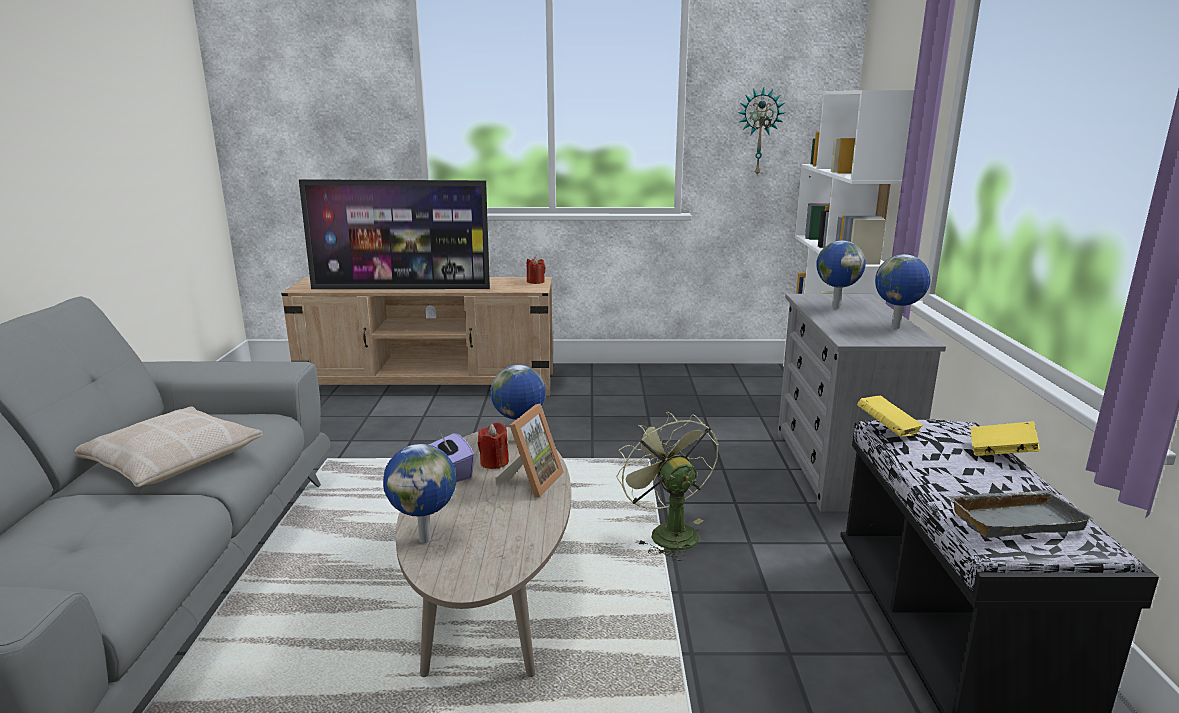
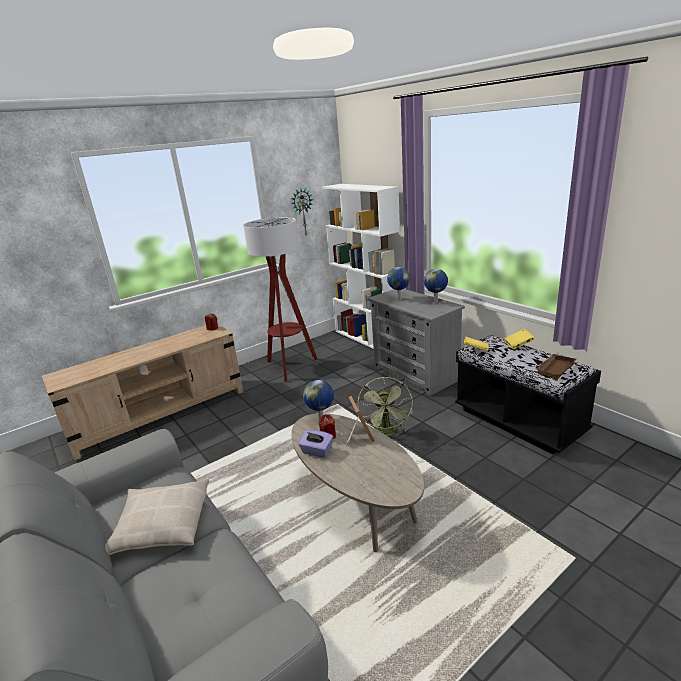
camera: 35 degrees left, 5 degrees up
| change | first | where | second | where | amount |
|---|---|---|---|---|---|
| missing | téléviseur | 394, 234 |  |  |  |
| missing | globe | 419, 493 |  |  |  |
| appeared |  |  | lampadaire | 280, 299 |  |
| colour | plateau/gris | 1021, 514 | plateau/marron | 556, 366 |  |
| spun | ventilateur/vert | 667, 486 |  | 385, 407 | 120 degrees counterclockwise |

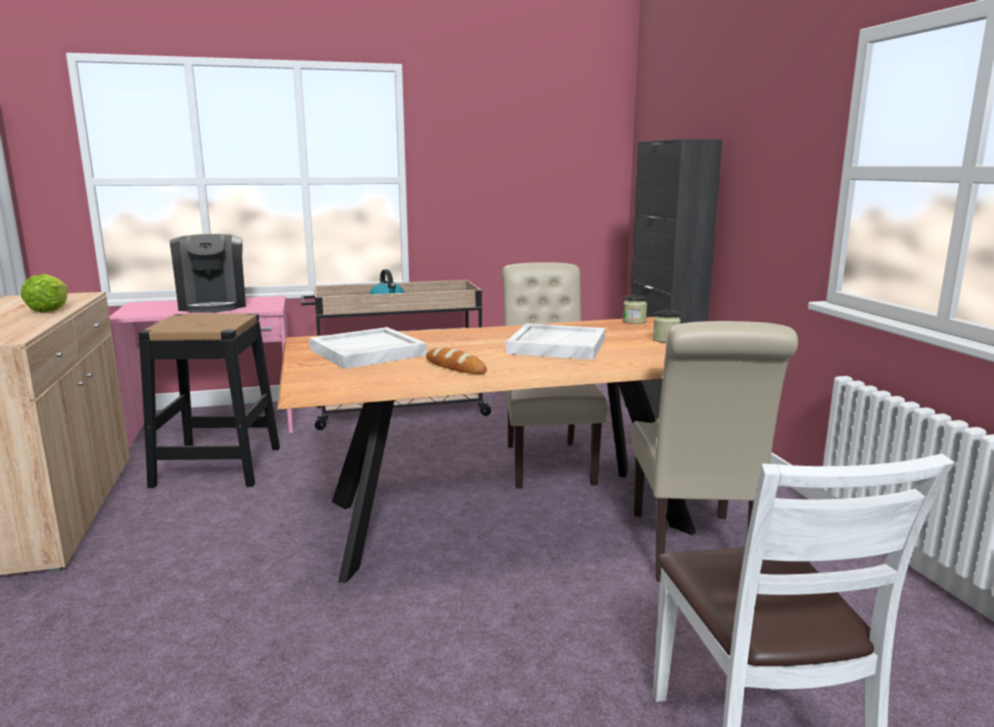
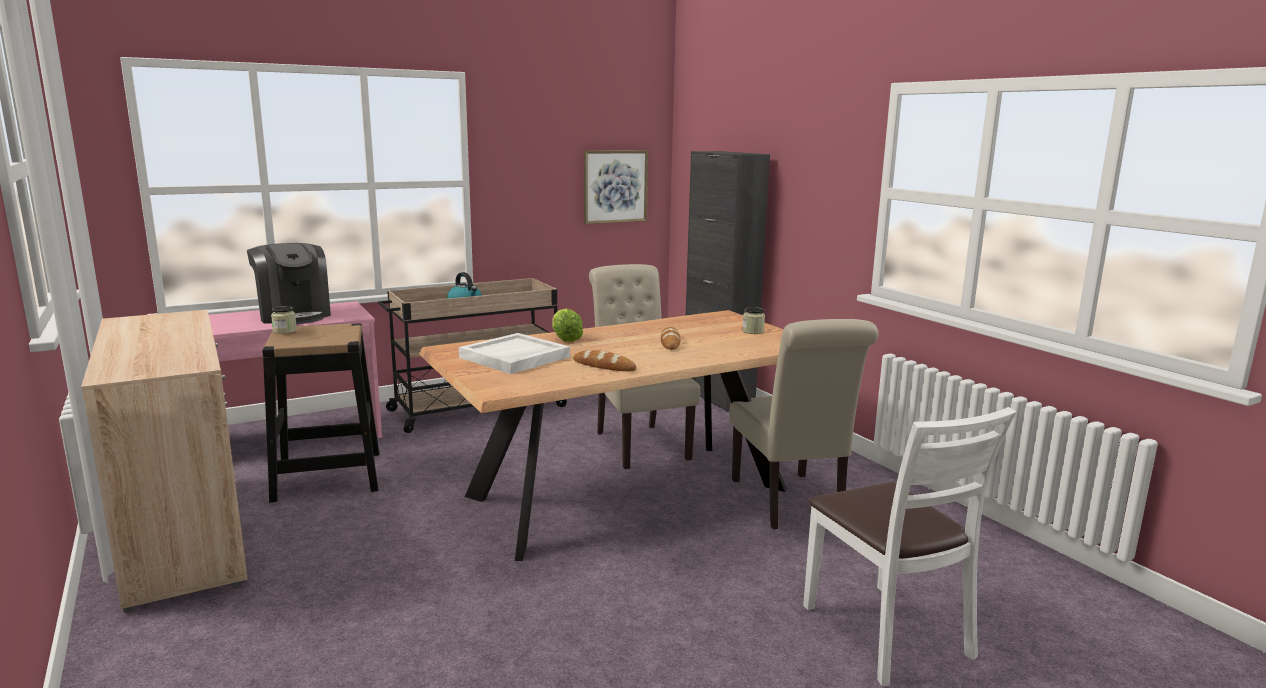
camera: 15 degrees left, 0 degrees up
| change | first | where | second | where | amount |
|---|---|---|---|---|---|
| appeared |  |  | tableau | 616, 187 |  |
| relocated | laitue | 44, 293 |  | 567, 325 |  |
| relocated | bocal | 635, 309 |  | 284, 320 |  |
| exchanged | plateau/blanc | 555, 342 | pain | 670, 338 |  |

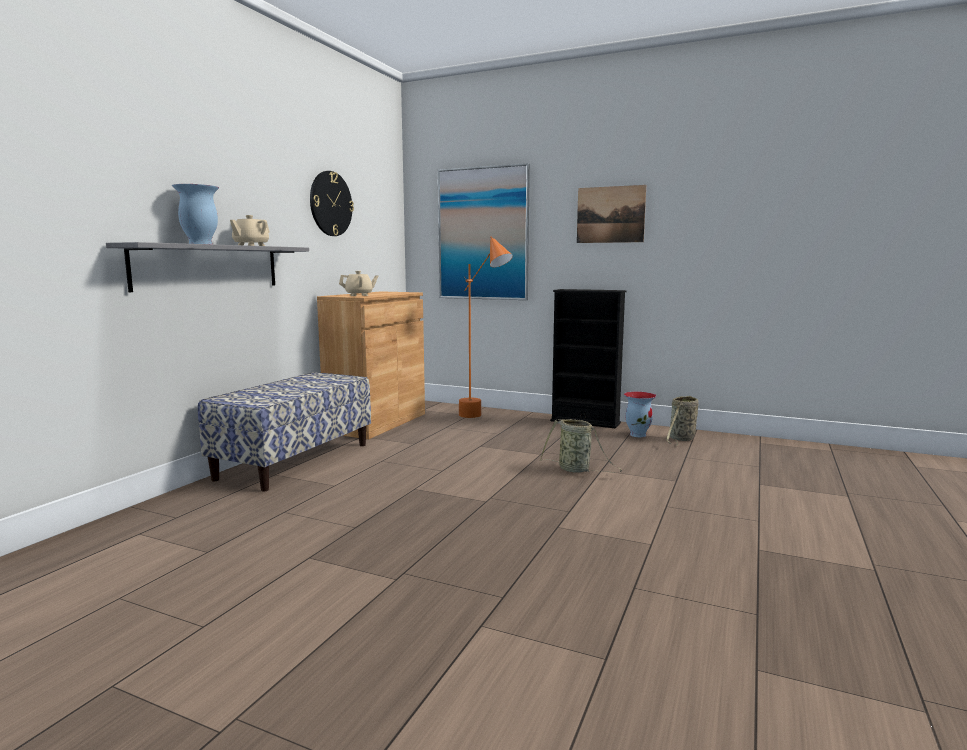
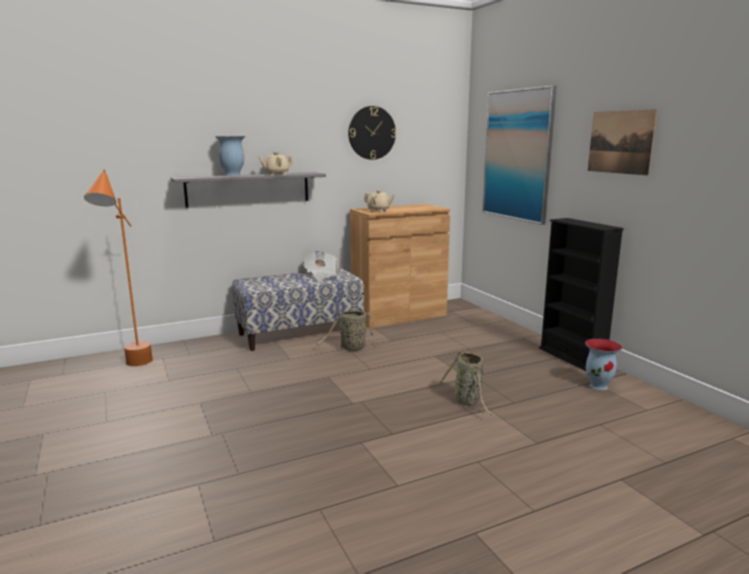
camera: 40 degrees right, 5 degrees up
| change | first | where | second | where | amount |
|---|---|---|---|---|---|
| appeared |  |  | journal | 320, 265 |  |
| relocated | lampadaire/orange | 486, 327 |  | 118, 268 |  |
| relocated | panier | 682, 421 |  | 347, 331 |  |

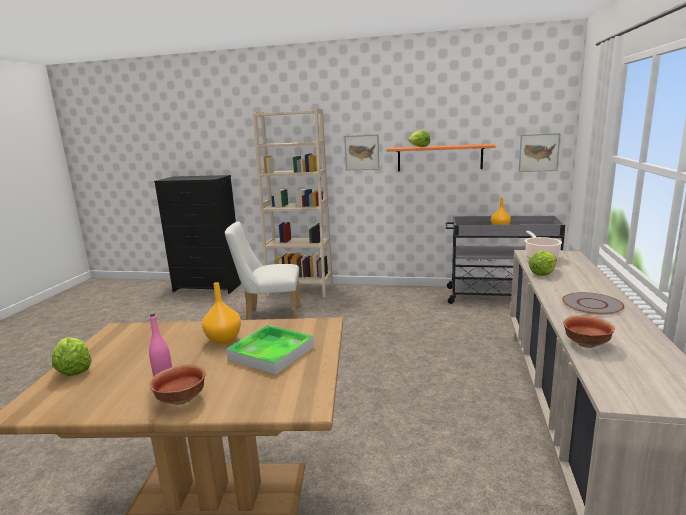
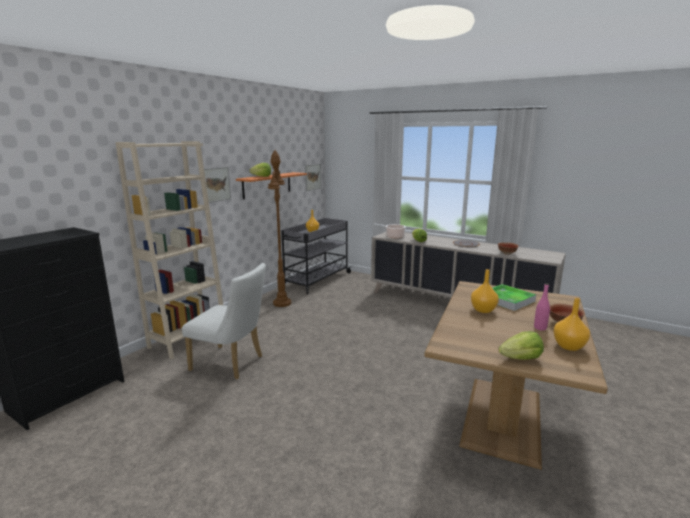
camera: 70 degrees left, 0 degrees up
| change | first | where | second | where | amount |
|---|---|---|---|---|---|
| appeared |  |  | lampadaire/marron | 279, 228 |  |
| appeared |  |  | vase/orange | 572, 324 |  |
| spun | chaise/blanc | 263, 270 |  | 224, 321 | 90 degrees counterclockwise |

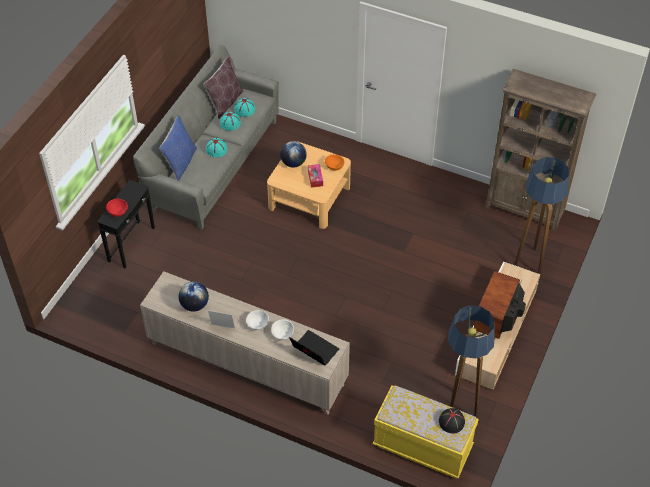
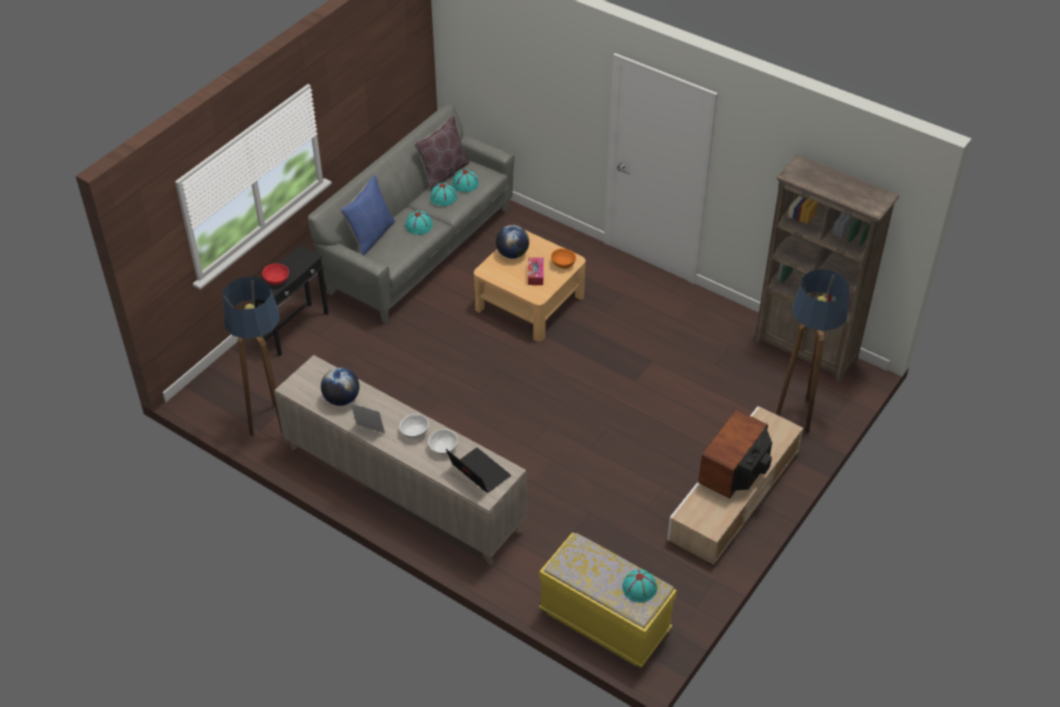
camera: 10 degrees right, 5 degrees down
| change | first | where | second | where | amount |
|---|---|---|---|---|---|
| relocated | lampadaire | 471, 361 |  | 253, 357 |  |
| colour | chapeau/noir | 452, 420 | chapeau/turquoise | 639, 586 |  |

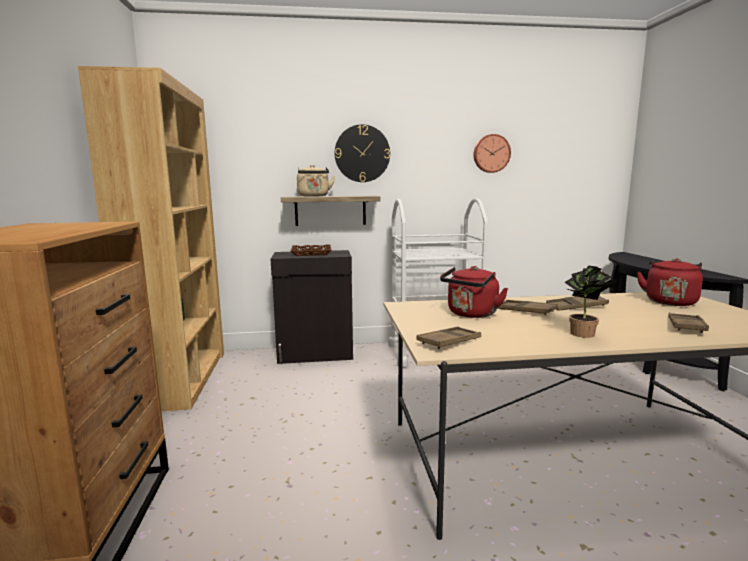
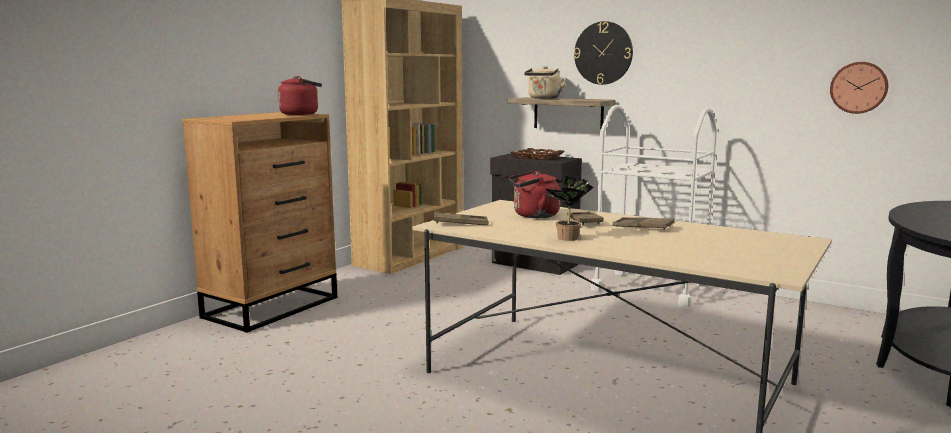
camera: 40 degrees right, 0 degrees up
| change | first | where | second | where | amount |
|---|---|---|---|---|---|
| missing | plateau/marron | 688, 323 |  |  |  |
| relocated | horloge murale | 492, 153 |  | 859, 88 |  |
| relocated | bouilloire/rouge | 670, 282 |  | 300, 95 |  |

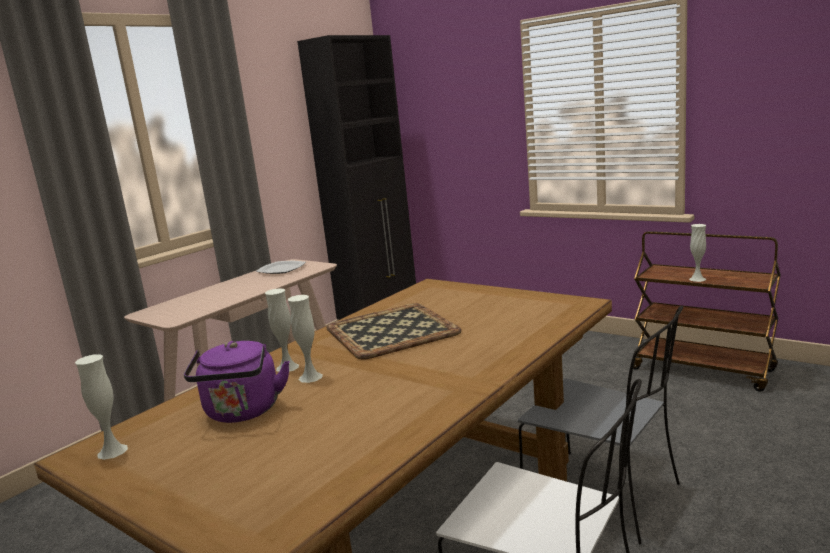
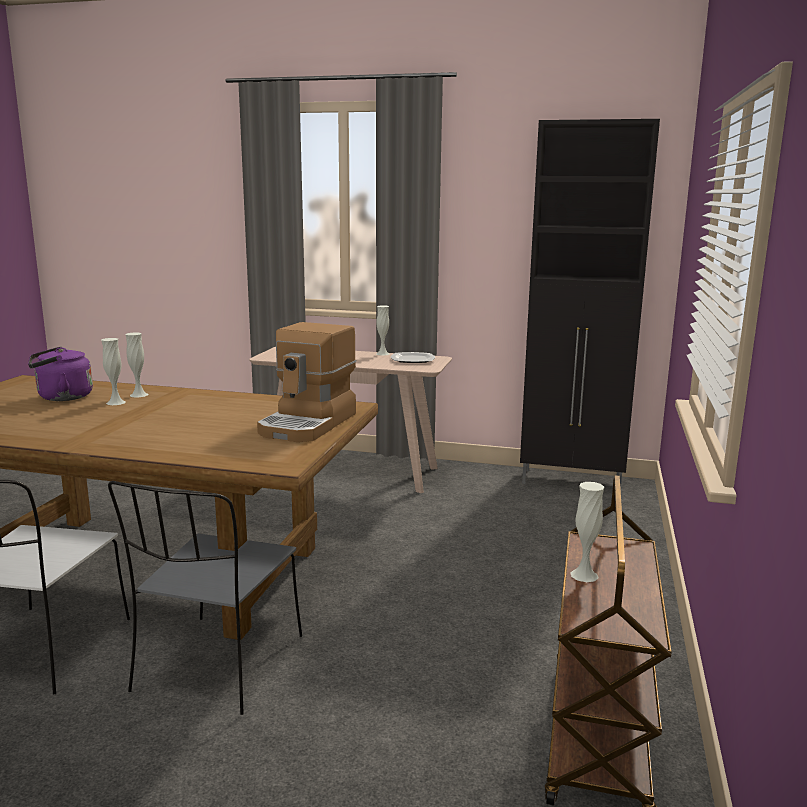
camera: 65 degrees right, 0 degrees up
| change | first | where | second | where | amount |
|---|---|---|---|---|---|
| missing | plateau | 393, 331 |  |  |  |
| appeared |  |  | machine à café | 306, 382 |  |
| relocated | vase/blanc | 101, 407 |  | 382, 330 |  |

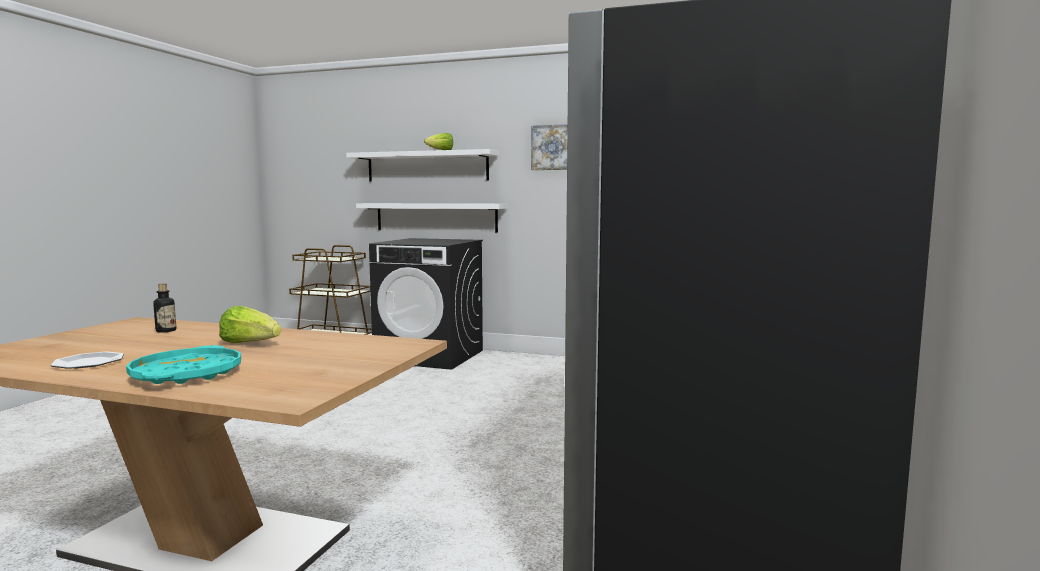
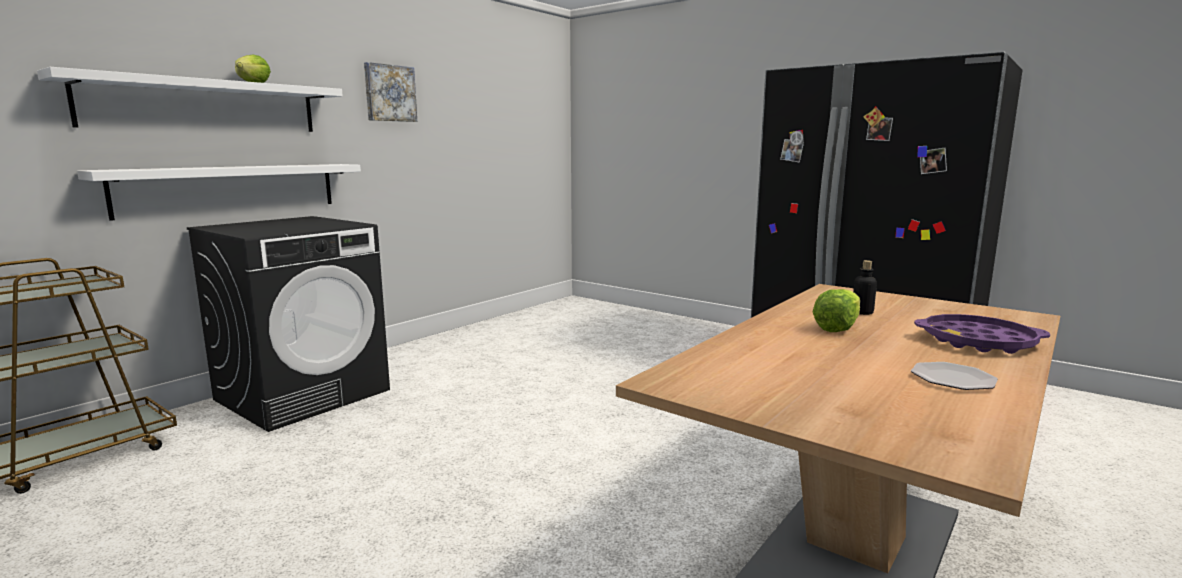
camera: 70 degrees left, 5 degrees up
| change | first | where | second | where | amount |
|---|---|---|---|---|---|
| relocated | bouteille | 164, 307 |  | 865, 287 |  |
| colour | plateau/turquoise | 183, 364 | plateau/violet | 982, 334 |  |

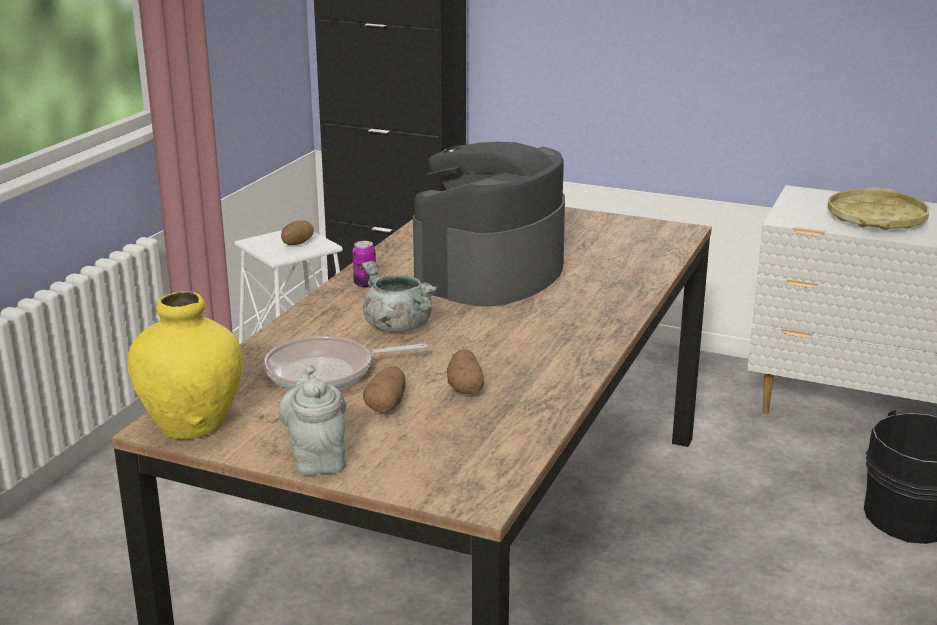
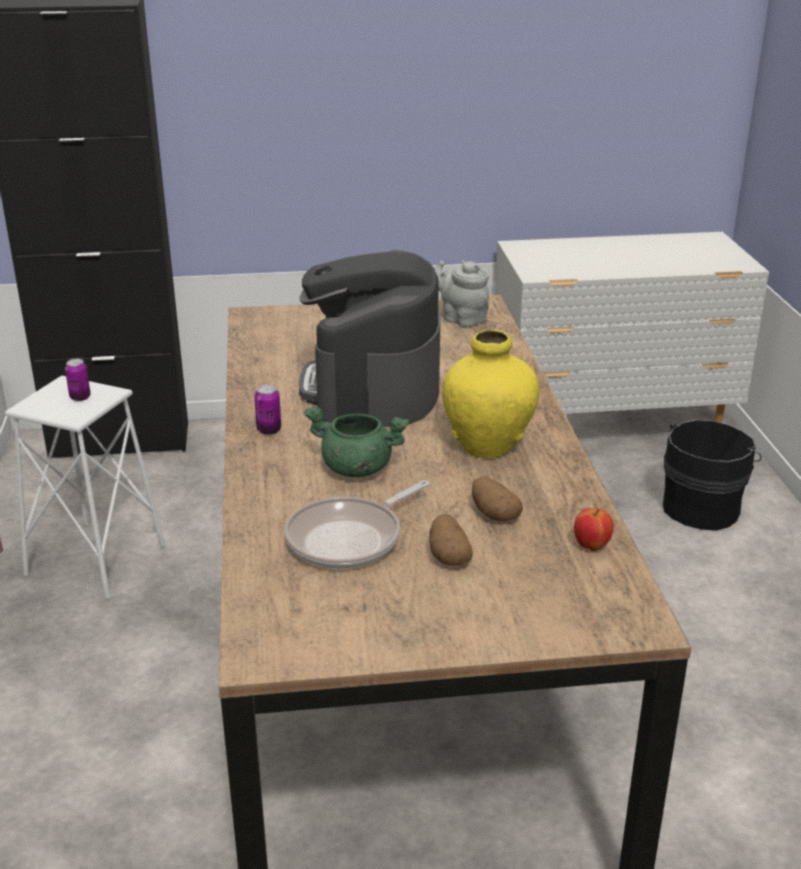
camera: 30 degrees left, 5 degrees up
| change | first | where | second | where | amount |
|---|---|---|---|---|---|
| missing | plateau/jaune | 878, 208 |  |  |  |
| appeared |  |  | pomme | 594, 529 |  |
| relocated | vase/jaune | 185, 365 |  | 490, 394 |  |
| relocated | théière/gris | 312, 420 |  | 462, 293 |  |
| exchanged | pomme de terre | 297, 232 | boîte métallique | 78, 380 |  |
| colour | marmite/gris | 399, 297 | marmite/vert | 356, 442 |  |

